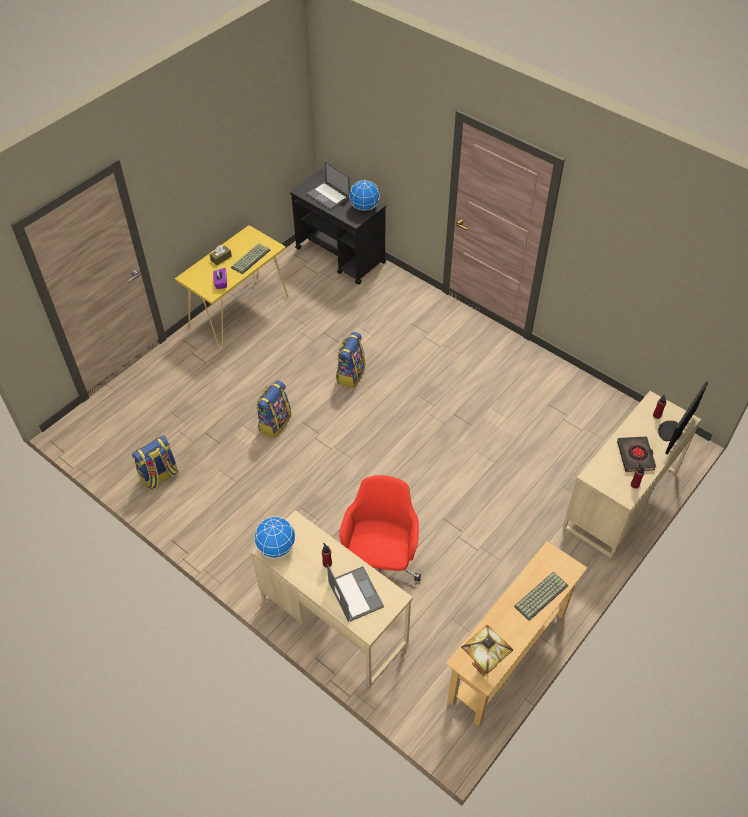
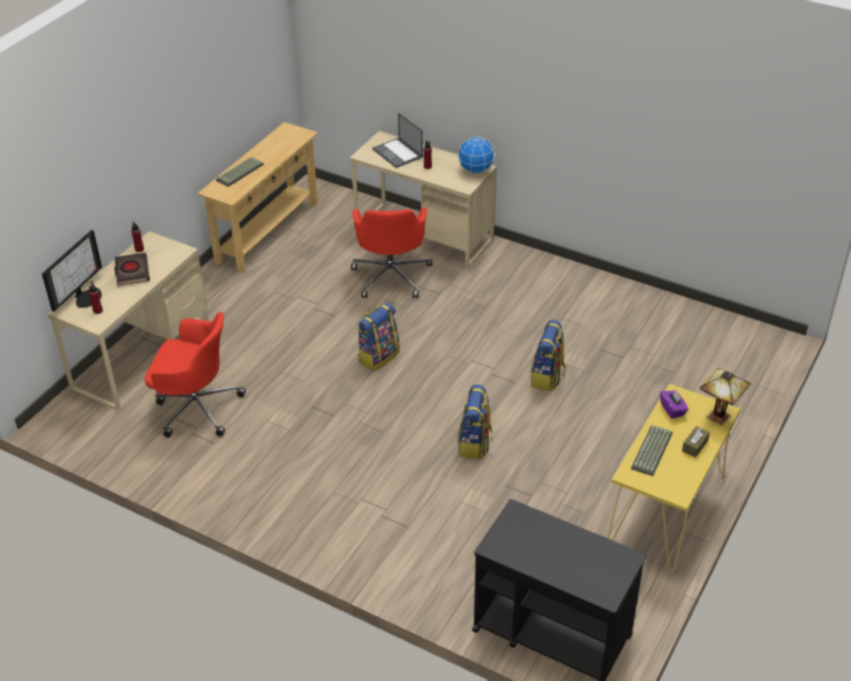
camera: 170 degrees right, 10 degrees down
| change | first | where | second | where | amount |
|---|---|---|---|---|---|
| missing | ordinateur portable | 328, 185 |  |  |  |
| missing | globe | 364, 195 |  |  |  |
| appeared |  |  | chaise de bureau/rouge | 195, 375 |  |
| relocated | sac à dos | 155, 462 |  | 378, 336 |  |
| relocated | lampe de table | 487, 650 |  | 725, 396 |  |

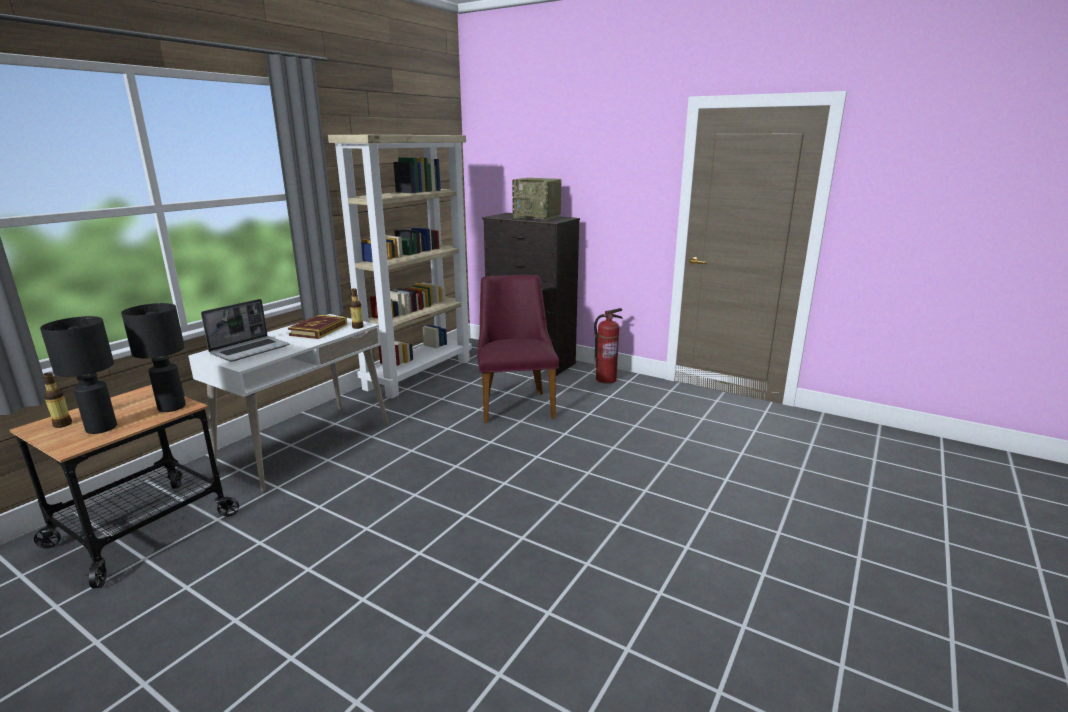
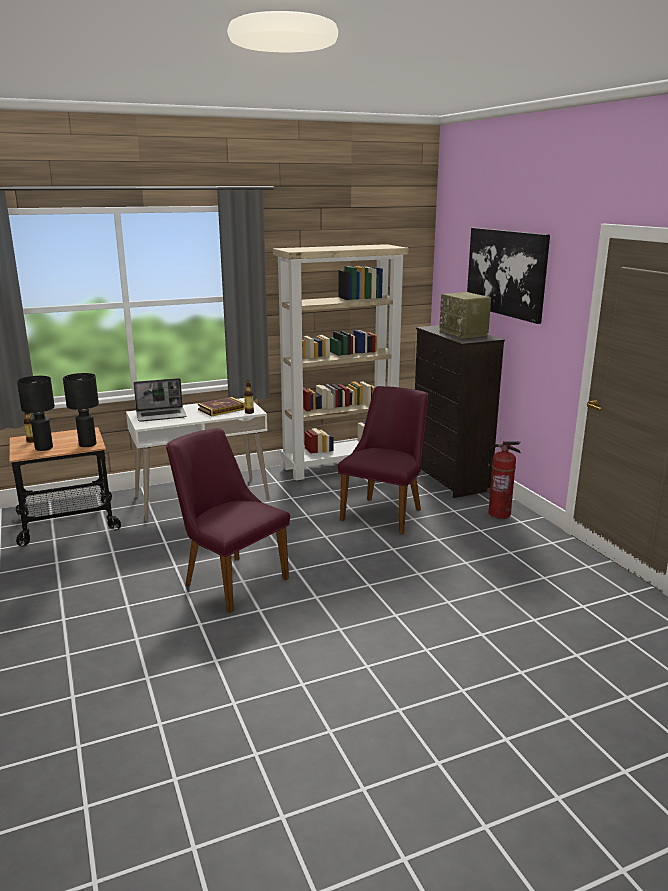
camera: 35 degrees right, 0 degrees up
| change | first | where | second | where | amount |
|---|---|---|---|---|---|
| appeared |  |  | chaise/violet | 228, 520 |  |
| appeared |  |  | tableau | 508, 276 |  |

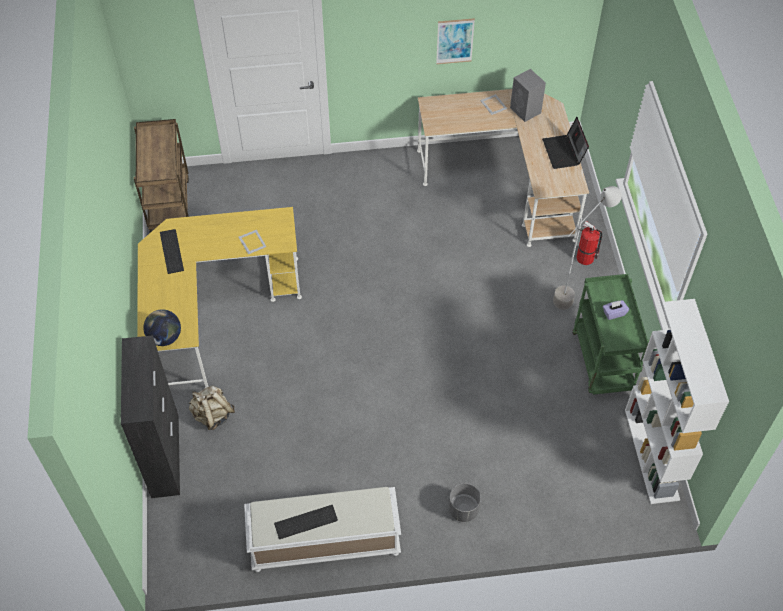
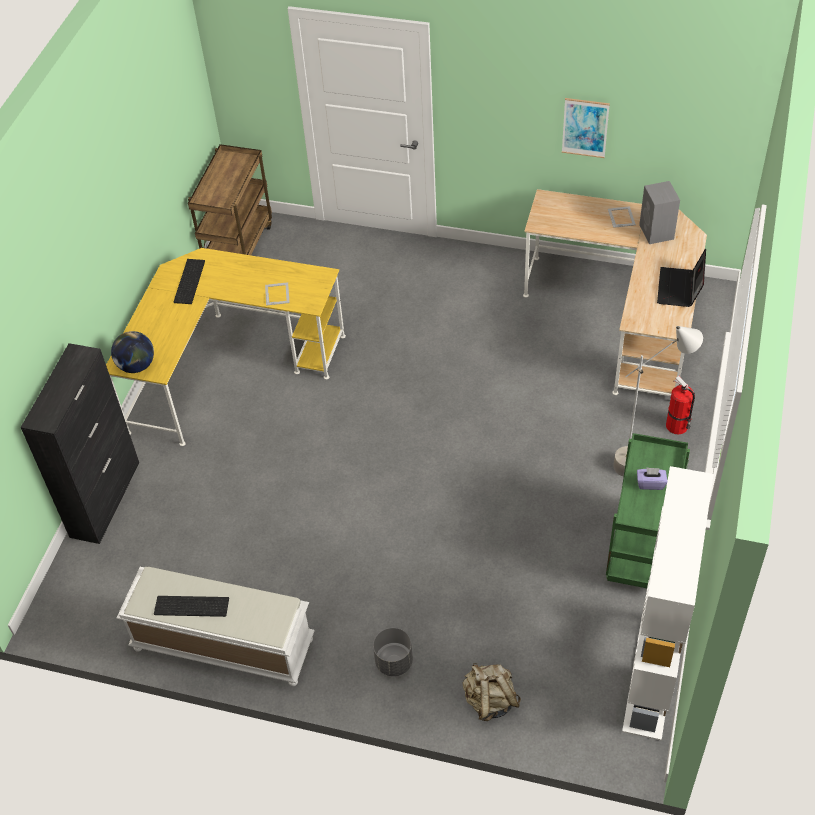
camera: 25 degrees right, 5 degrees down
| change | first | where | second | where | amount |
|---|---|---|---|---|---|
| relocated | sac à dos/beige | 212, 407 |  | 492, 692 |  |

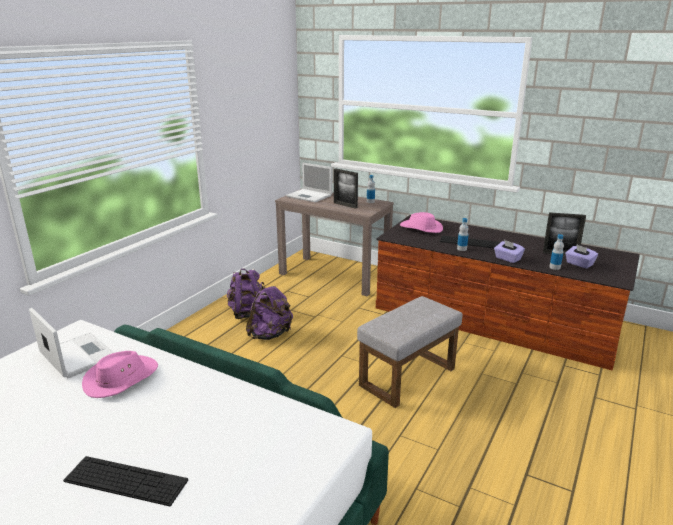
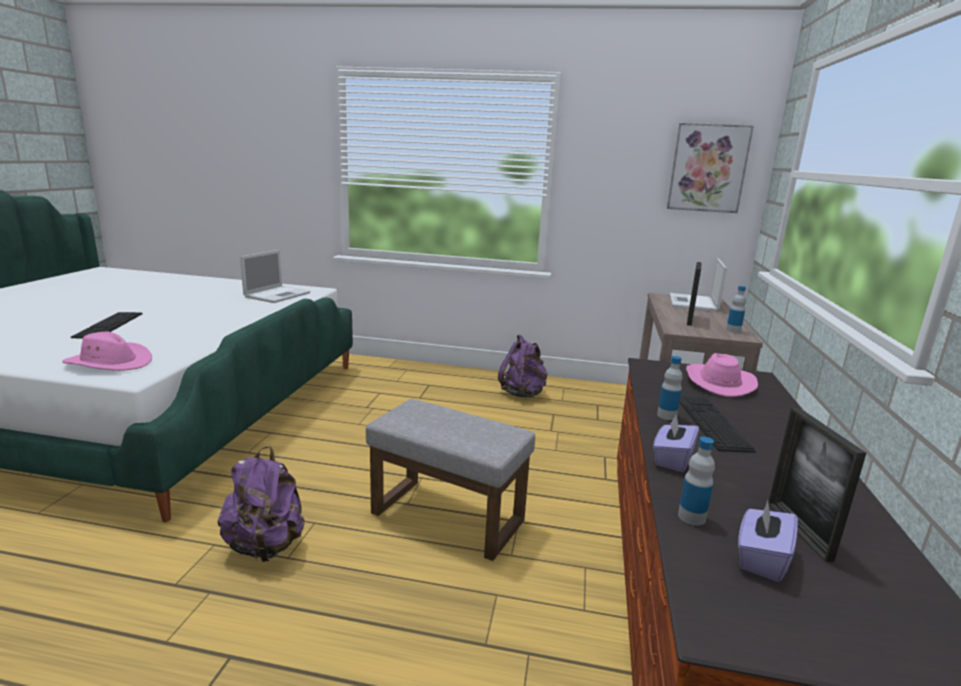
camera: 70 degrees right, 5 degrees down
| change | first | where | second | where | amount |
|---|---|---|---|---|---|
| appeared |  |  | tableau | 710, 168 |  |
| relocated | chapeau/rose | 120, 374 |  | 107, 351 |  |
| relocated | sac à dos/violet | 269, 311 |  | 261, 504 |  |

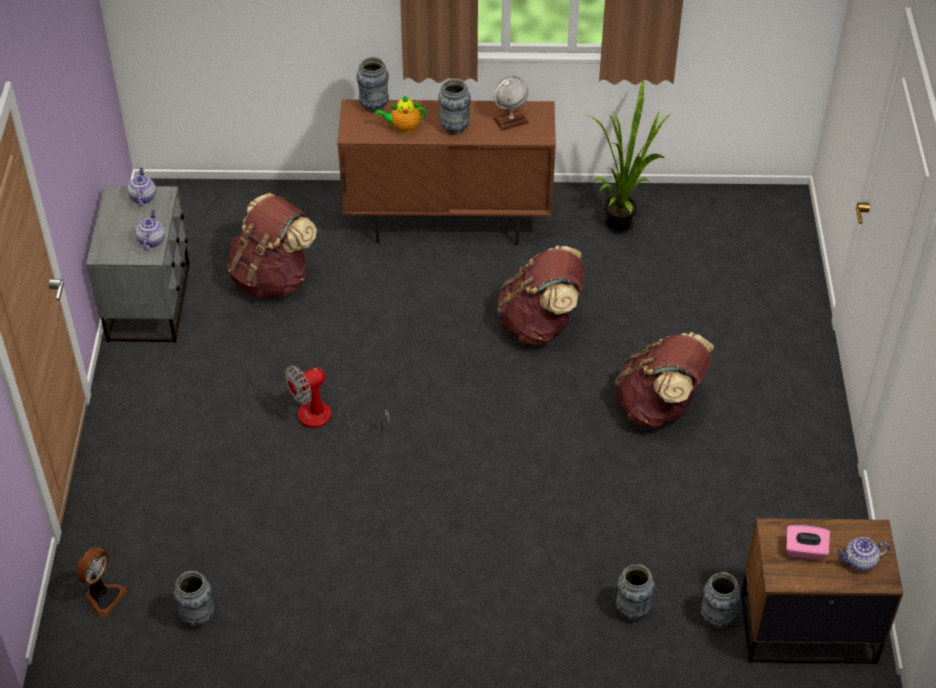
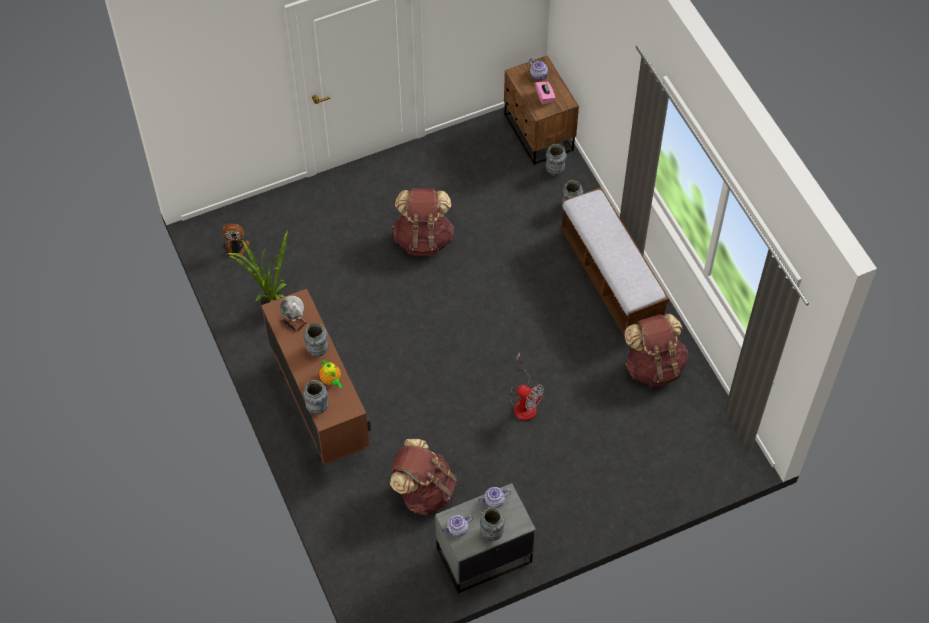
camera: 115 degrees left, 10 degrees up
| change | first | where | second | where | amount |
|---|---|---|---|---|---|
| appeared |  |  | banc | 614, 262 |  |
| relocated | ventilateur | 101, 582 |  | 236, 240 |  |
| relocated | vase | 194, 599 |  | 492, 524 |  |
| relocated | sac à dos/marron | 541, 295 |  | 656, 350 |  |

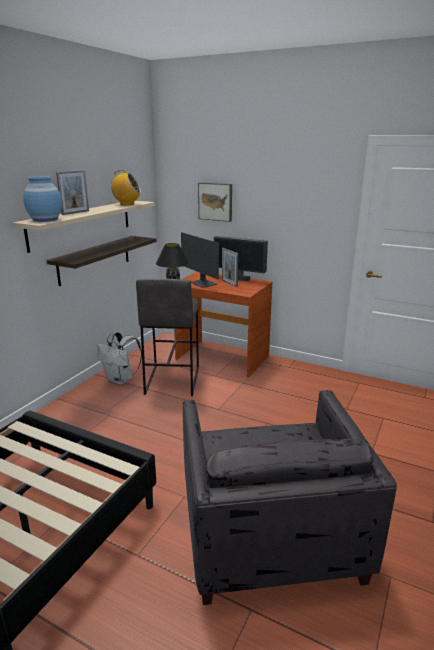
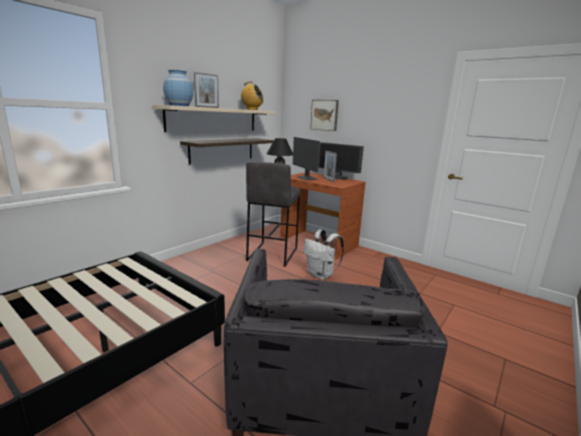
camera: 10 degrees right, 5 degrees down
| change | first | where | second | where | amount |
|---|---|---|---|---|---|
| relocated | sac à dos/blanc | 119, 358 |  | 323, 254 |  |

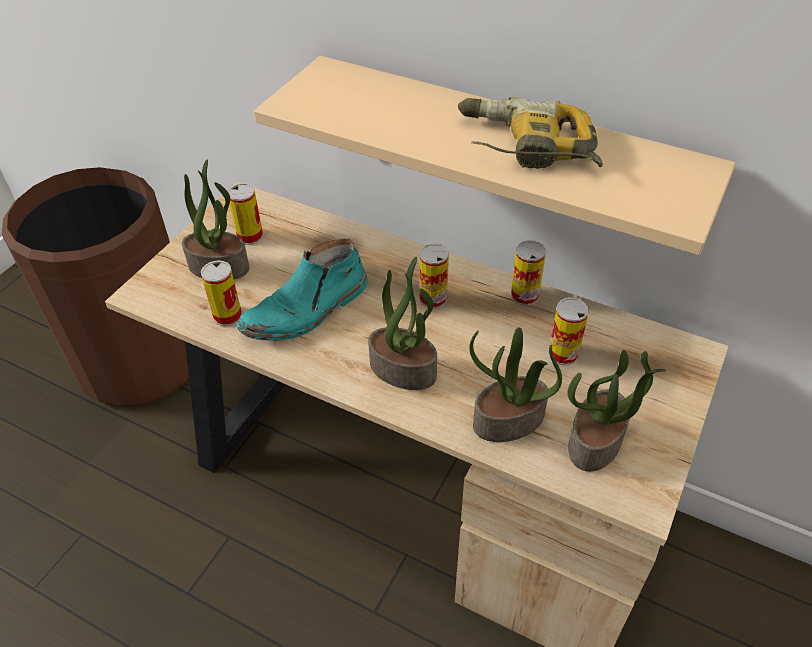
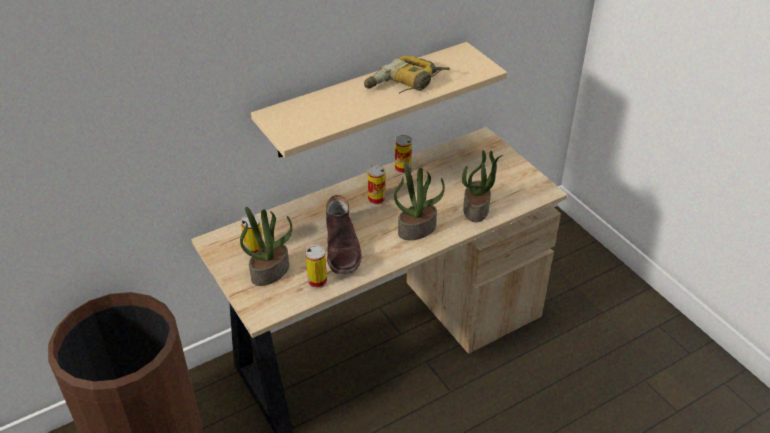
camera: 60 degrees left, 5 degrees down
| change | first | where | second | where | amount |
|---|---|---|---|---|---|
| missing | boîte métallique | 568, 331 |  |  |  |
| missing | plante en pot | 616, 411 |  |  |  |
| colour | botte/turquoise | 302, 290 | botte/marron | 343, 234 |  |

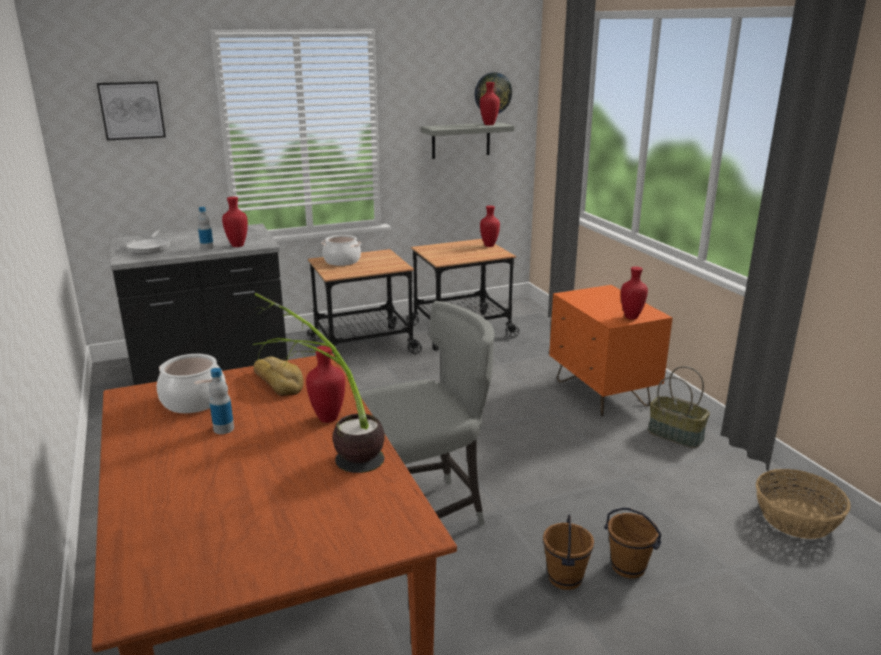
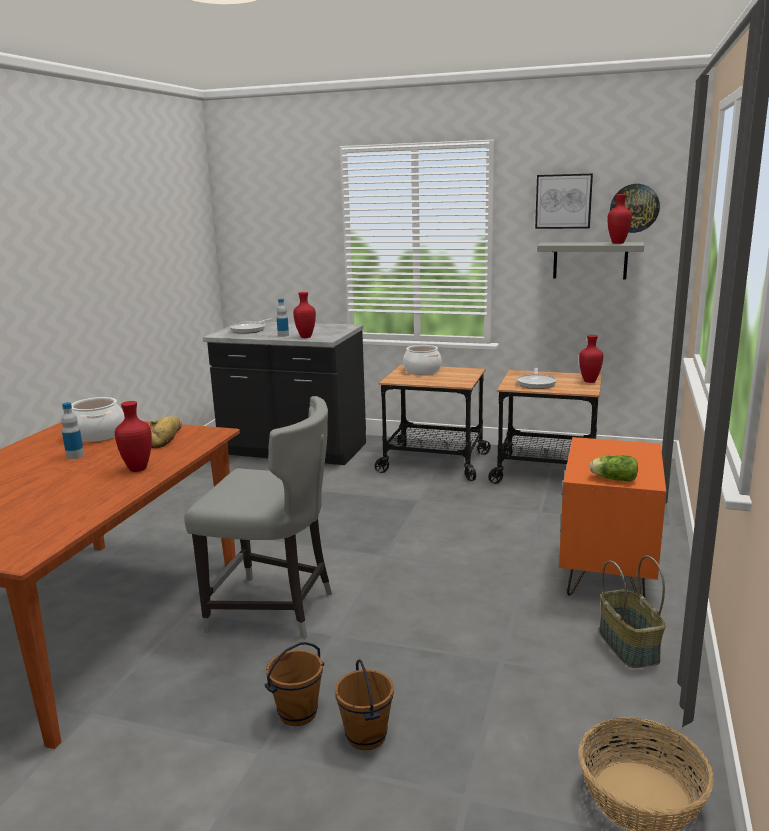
camera: 40 degrees right, 5 degrees down
| change | first | where | second | where | amount |
|---|---|---|---|---|---|
| missing | plante en pot | 319, 383 |  |  |  |
| appeared |  |  | poêle | 537, 378 |  |
| relocated | tableau | 131, 111 |  | 564, 201 |  |
| exchanged | vase/rouge | 634, 293 | laitue | 614, 468 |  |

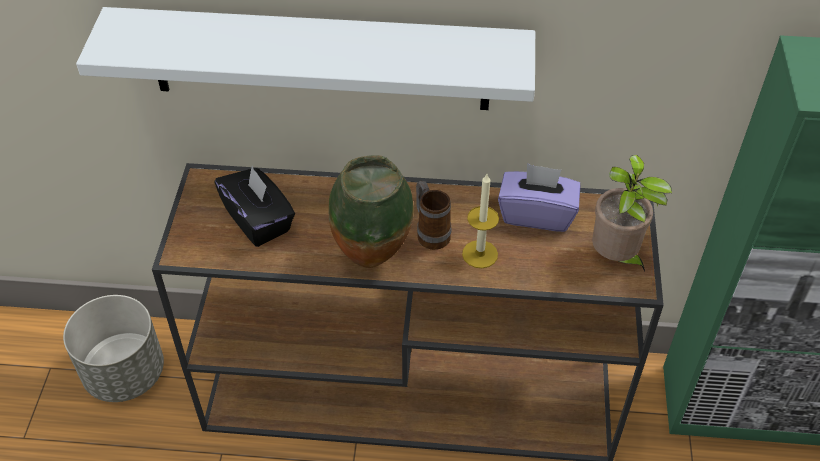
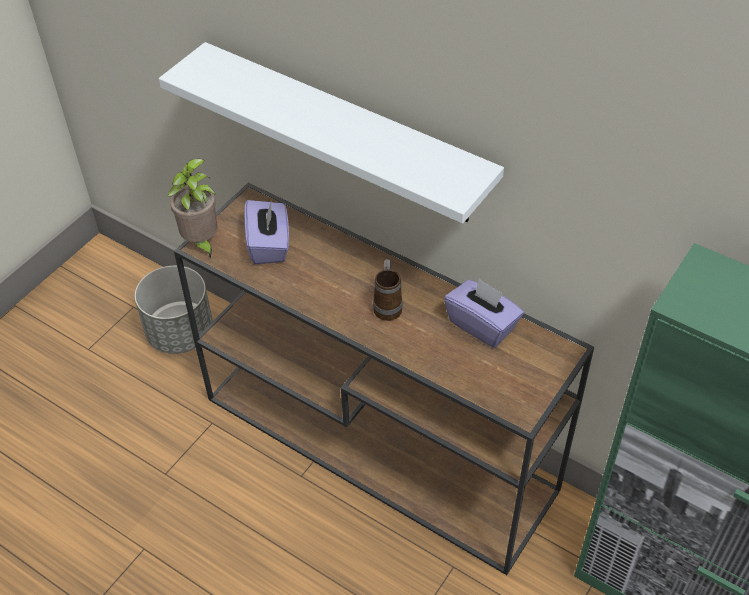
camera: 30 degrees right, 0 degrees up
| change | first | where | second | where | amount |
|---|---|---|---|---|---|
| missing | vase | 371, 211 |  |  |  |
| missing | bougie | 480, 221 |  |  |  |
| relocated | plante en pot | 632, 213 |  | 192, 209 |  |
| colour | boîte à mouchoirs/noir | 254, 206 | boîte à mouchoirs/violet | 266, 232 |  |

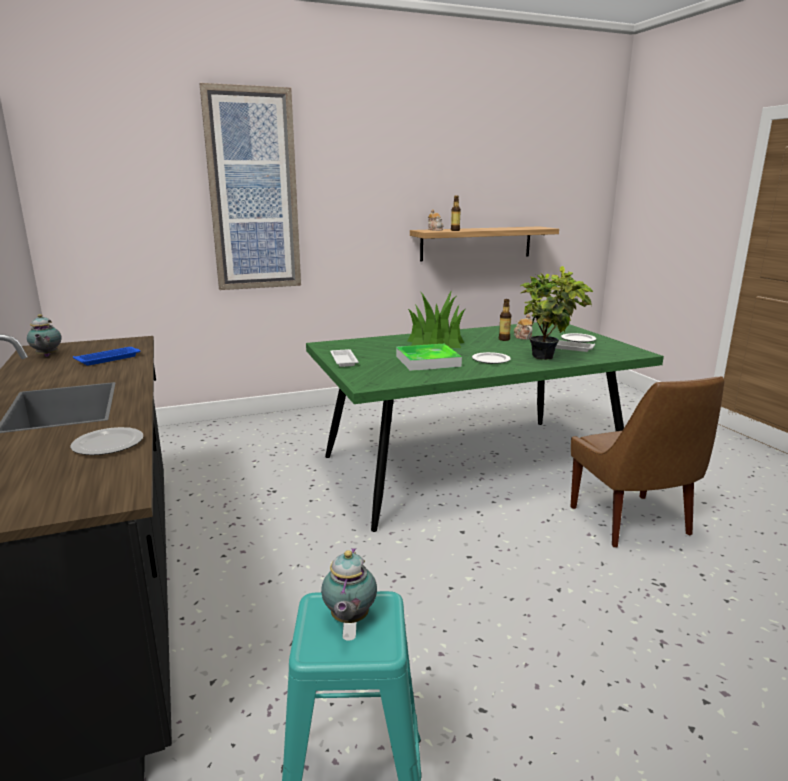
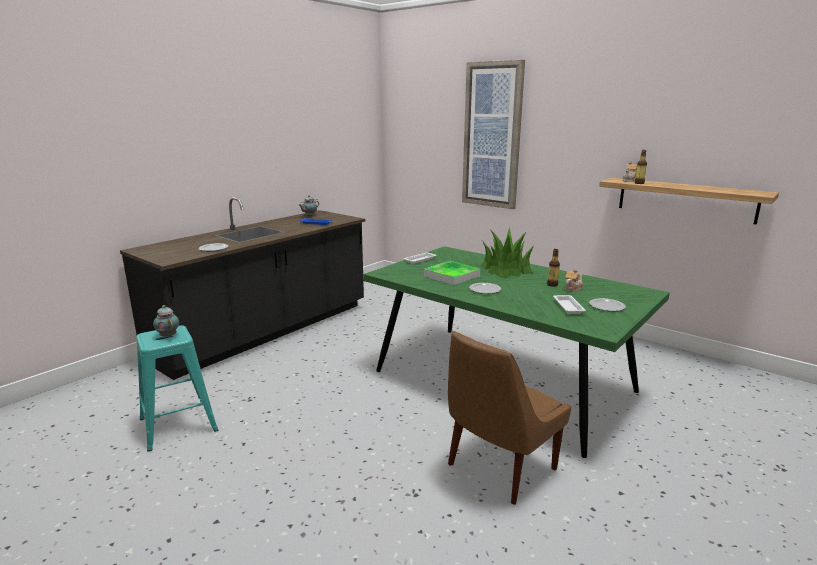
camera: 60 degrees right, 0 degrees up
| change | first | where | second | where | amount |
|---|---|---|---|---|---|
| missing | plante en pot | 556, 313 |  |  |  |
| spun | théière | 349, 585 |  | 166, 321 | 75 degrees clockwise |

